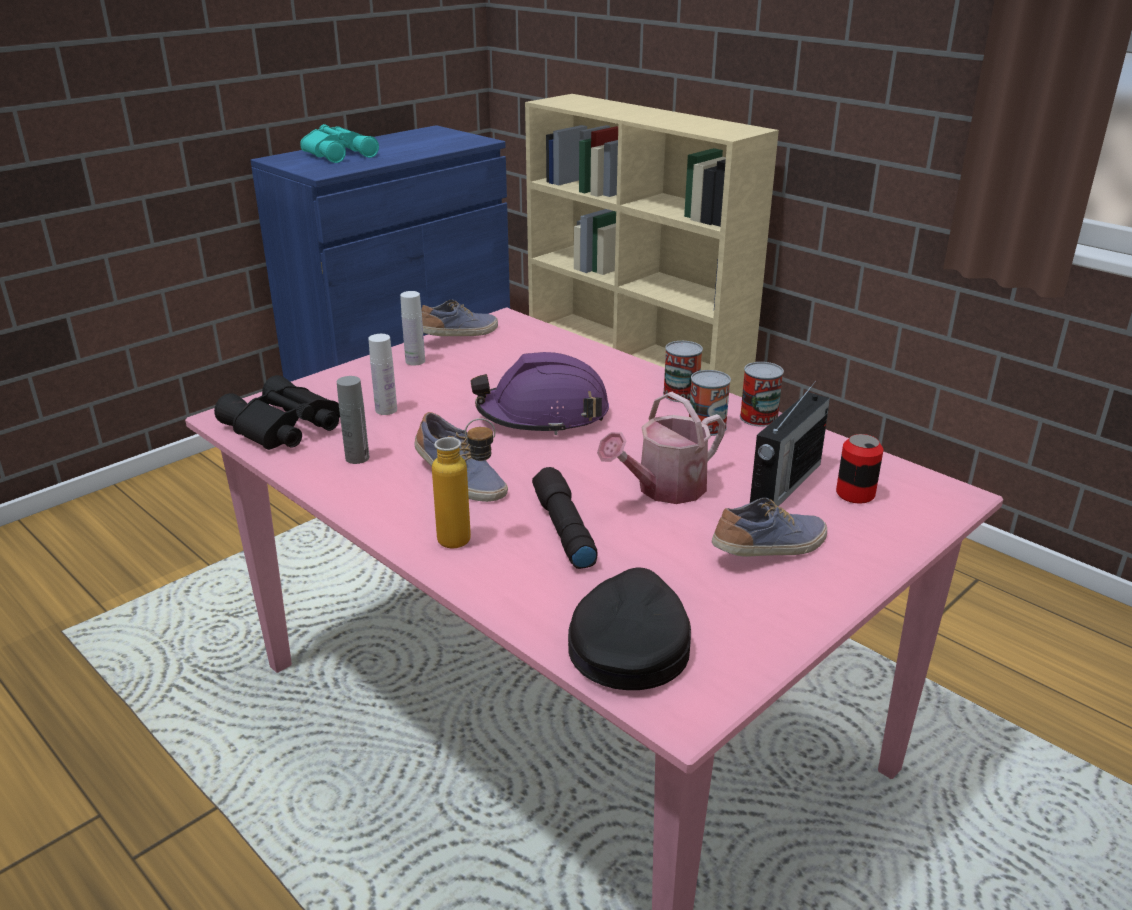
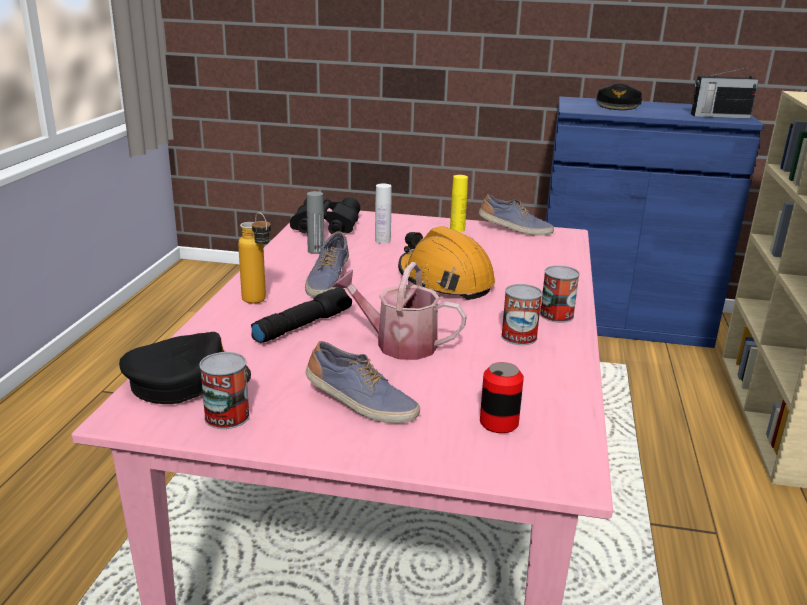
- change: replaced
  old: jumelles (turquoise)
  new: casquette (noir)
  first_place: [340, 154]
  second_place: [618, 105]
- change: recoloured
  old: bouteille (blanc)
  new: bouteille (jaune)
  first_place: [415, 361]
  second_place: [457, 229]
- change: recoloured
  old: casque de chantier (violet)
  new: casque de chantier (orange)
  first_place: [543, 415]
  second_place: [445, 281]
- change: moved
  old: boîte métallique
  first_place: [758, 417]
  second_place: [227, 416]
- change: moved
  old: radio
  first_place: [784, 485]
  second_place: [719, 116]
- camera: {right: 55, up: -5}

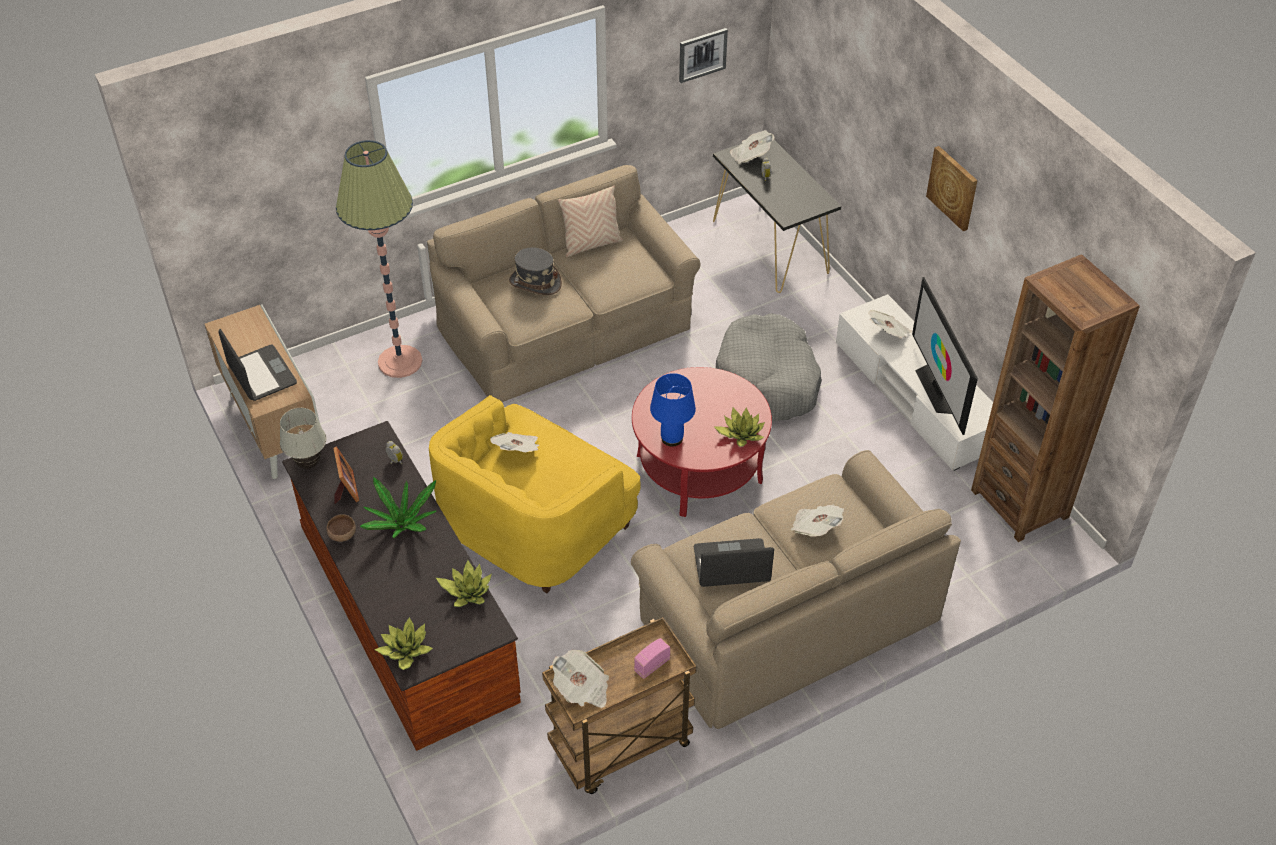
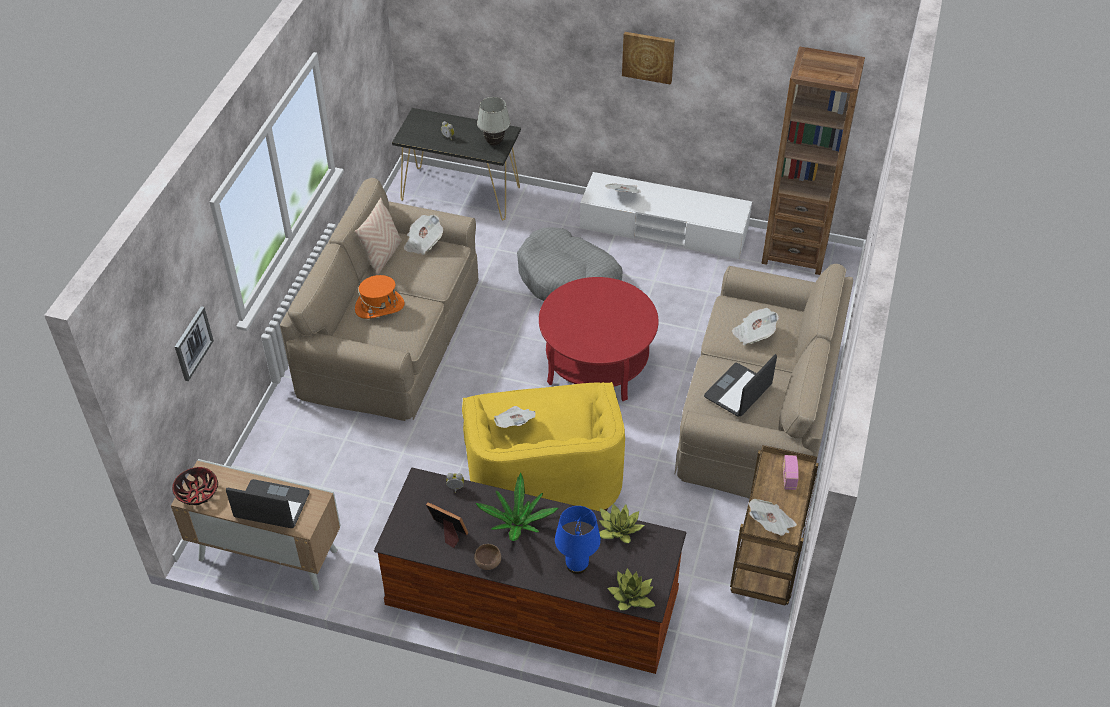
- change: moved
  old: lampe de table (blanc)
  first_place: [309, 464]
  second_place: [494, 143]
- change: removed
  old: lampadaire
  first_place: [400, 362]
- change: recoloured
  old: chapeau (gris)
  new: chapeau (orange)
  first_place: [535, 282]
  second_place: [379, 307]
- change: moved
  old: lampe de table (bleu)
  first_place: [672, 438]
  second_place: [577, 564]
- change: moved
  old: tableau
  first_place: [702, 54]
  second_place: [192, 343]
- change: removed
  old: plante en pot
  first_place: [741, 433]
- change: moved
  old: journal
  first_place: [750, 156]
  second_place: [423, 243]
- change: removed
  old: téléviseur
  first_place: [938, 389]
- change: added
  new: bol
  second_place: [198, 493]
- camera: {right: -45, up: 0}

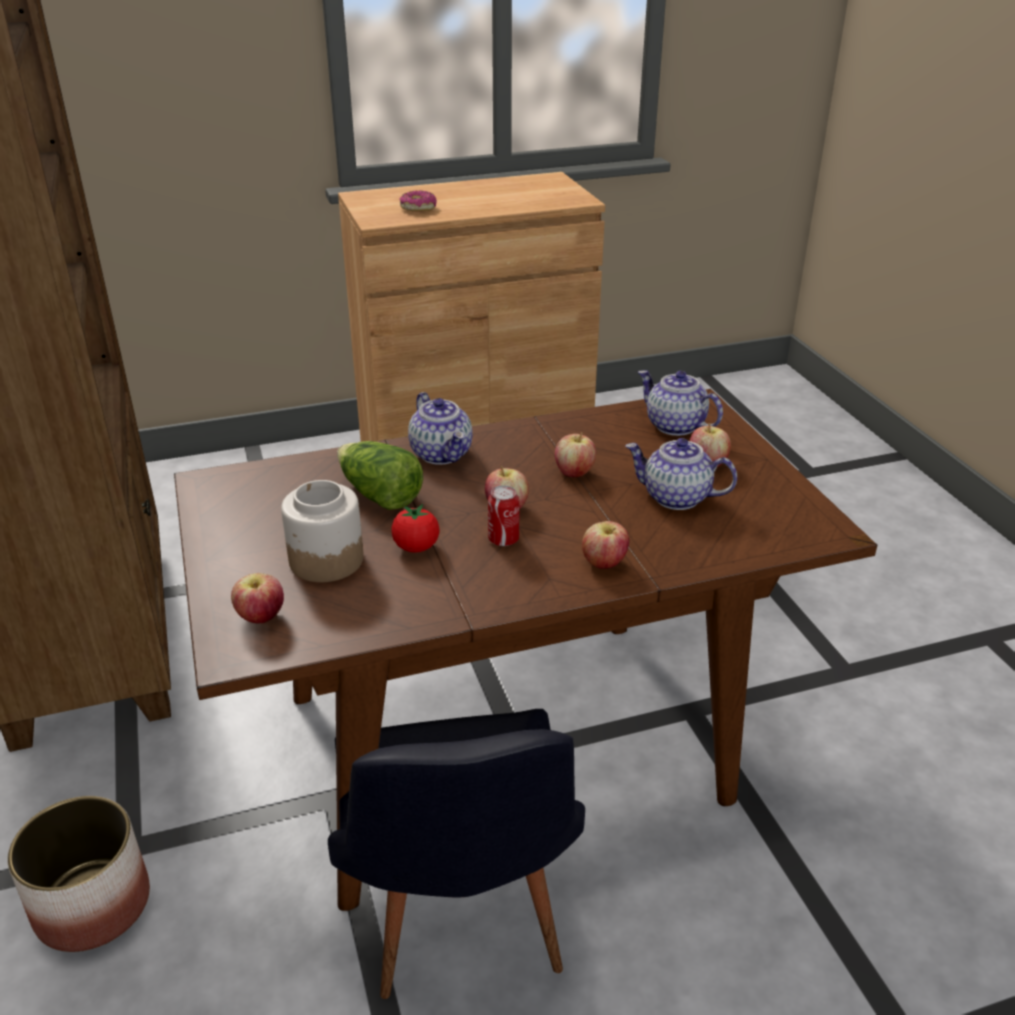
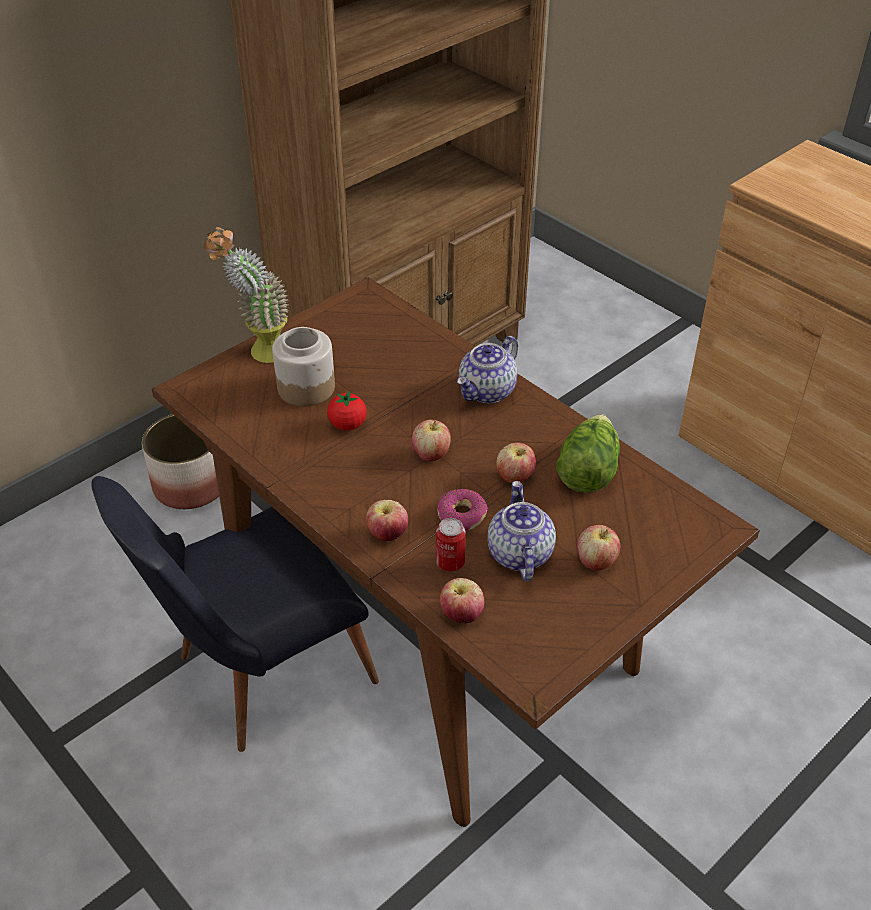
- change: moved
  old: pomme
  first_place: [261, 617]
  second_place: [461, 615]
- change: moved
  old: laitue
  first_place: [379, 495]
  second_place: [587, 470]
- change: moved
  old: beignet
  first_place: [418, 208]
  second_place: [462, 516]
- change: moved
  old: boîte métallique
  first_place: [503, 539]
  second_place: [450, 562]
- change: removed
  old: théière
  first_place: [674, 425]
- change: added
  new: plante en pot
  second_place: [259, 353]
- camera: {right: 65, up: 10}

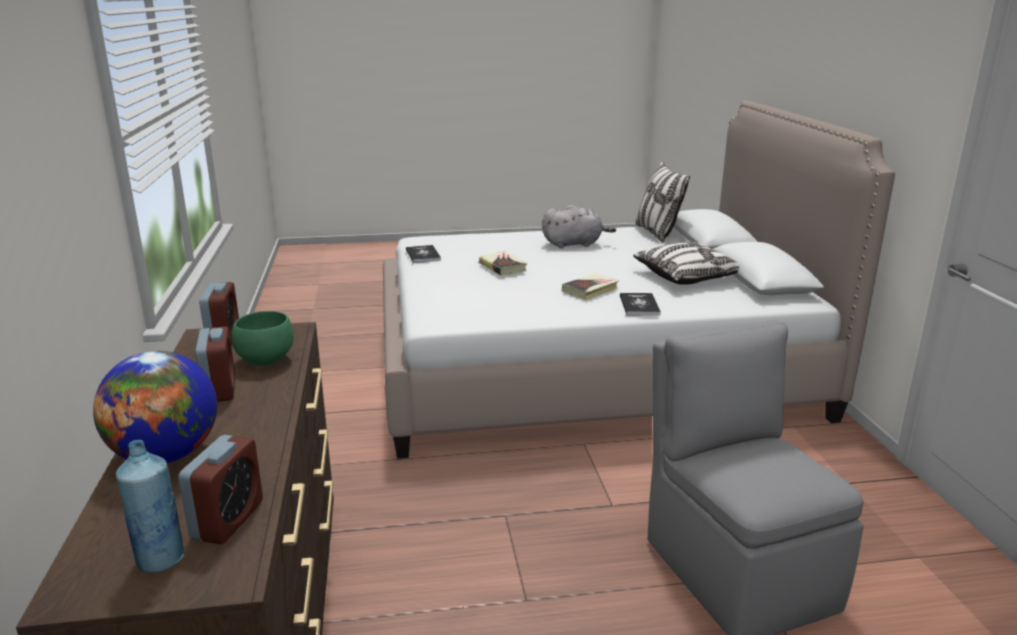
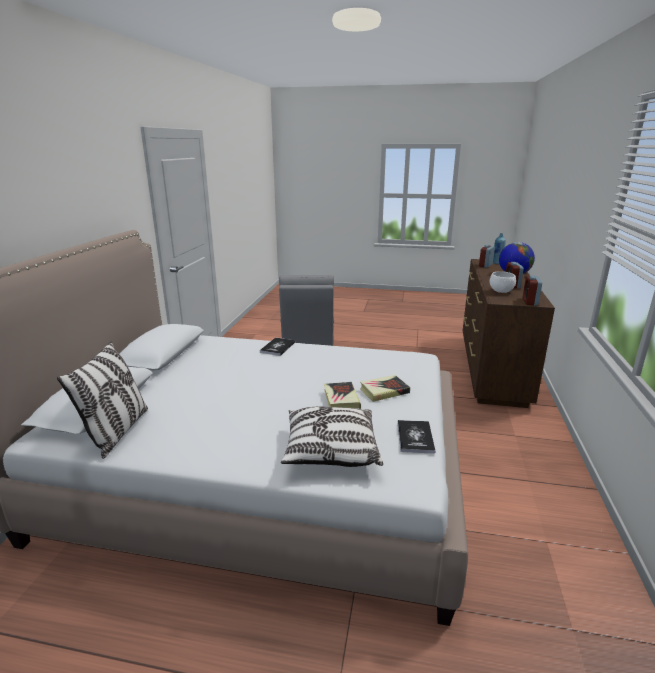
- change: recoloured
  old: bol (vert)
  new: bol (blanc)
  first_place: [264, 360]
  second_place: [501, 292]
- change: removed
  old: peluche (gris)
  first_place: [574, 244]
- change: moved
  old: livre
  first_place: [590, 290]
  second_place: [384, 391]
- change: moved
  old: coussin
  first_place: [687, 277]
  second_place: [331, 450]
- camera: {right: -160, up: 0}

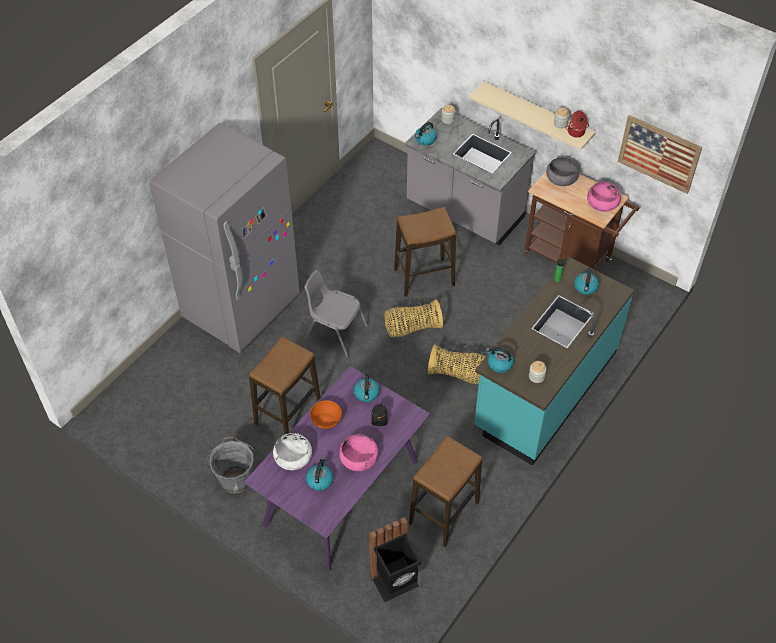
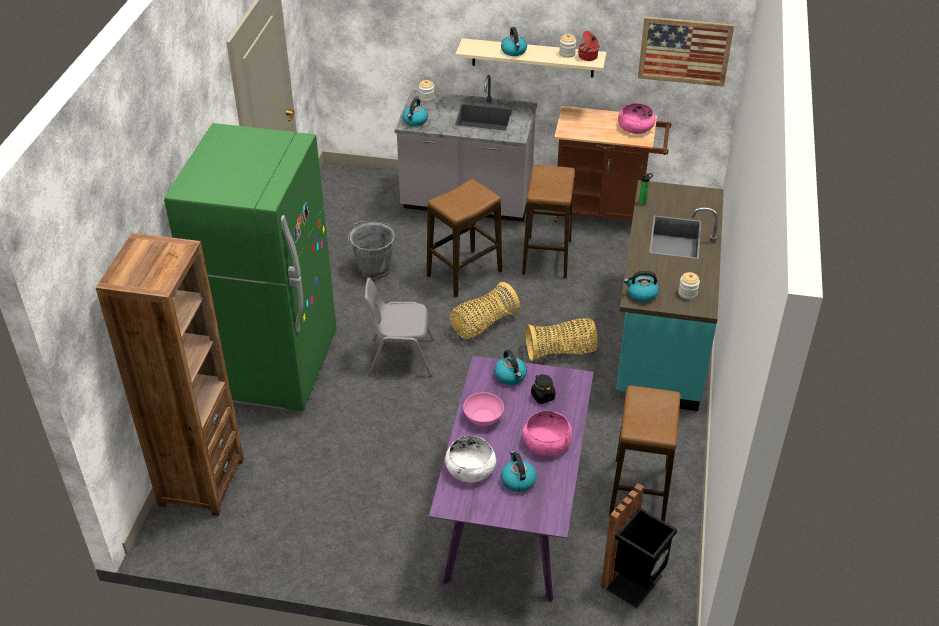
- change: recoloured
  old: réfrigérateur (gris)
  new: réfrigérateur (vert)
  first_place: [241, 308]
  second_place: [274, 367]
- change: moved
  old: seau (gris)
  first_place: [236, 479]
  second_place: [373, 268]
- change: moved
  old: tabouret
  first_place: [288, 413]
  second_place: [546, 257]
- change: recoloured
  old: bol (orange)
  new: bol (rose)
  first_place: [326, 420]
  second_place: [483, 417]
- change: removed
  old: bol (gris)
  first_place: [561, 178]
- change: moved
  old: bouilloire
  first_place: [585, 287]
  second_place: [514, 51]
- change: added
  new: bibliothèque (marron)
  second_place: [201, 482]
- camera: {right: -25, up: -10}

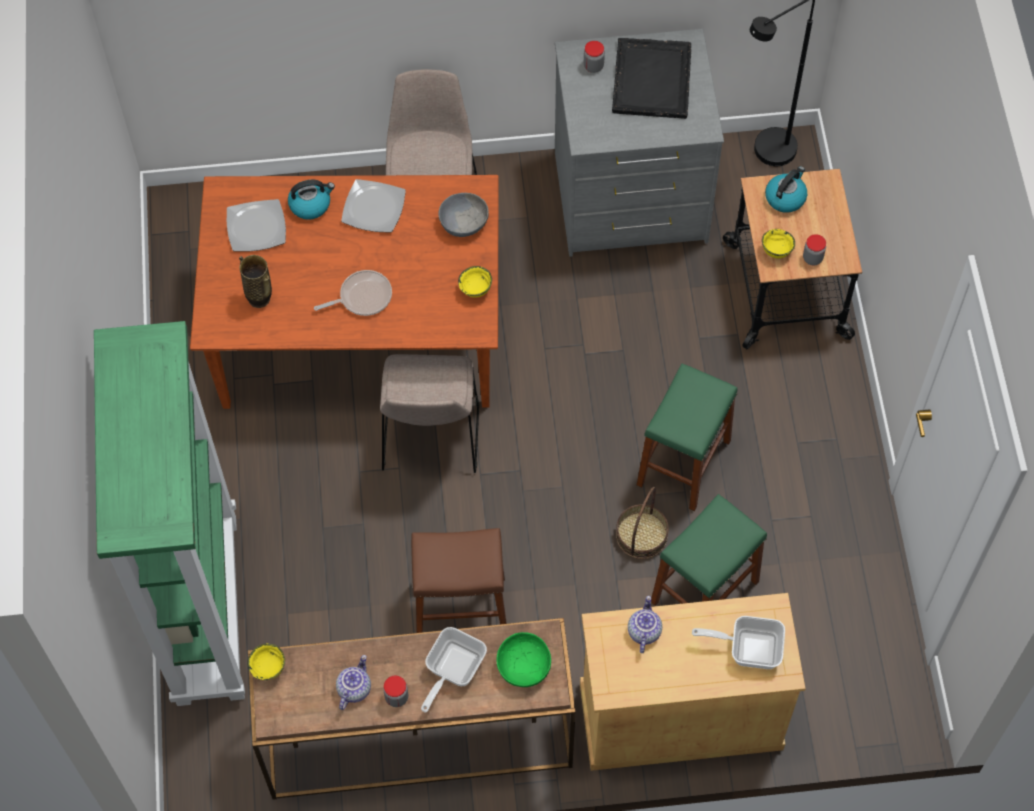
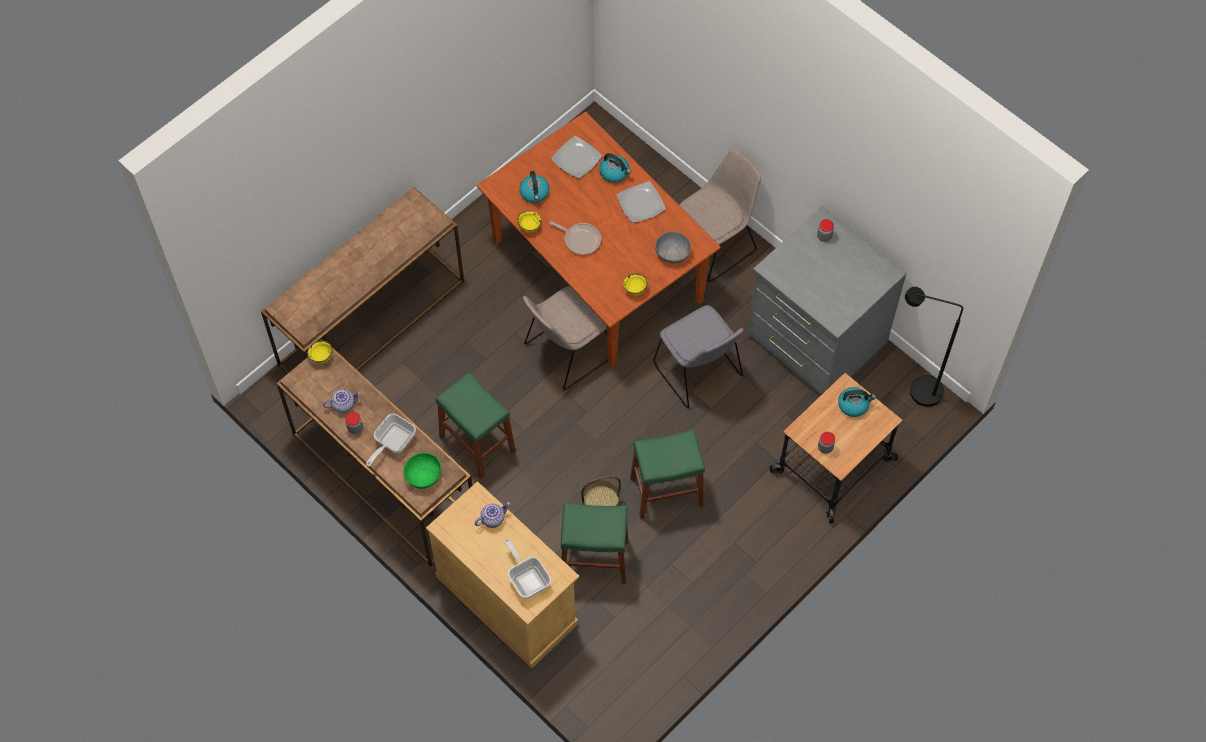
- change: replaced
  old: bibliothèque (vert)
  new: table console (marron)
  first_place: [205, 607]
  second_place: [372, 321]
- change: replaced
  old: vase
  new: bouilloire
  first_place: [259, 298]
  second_place: [534, 193]
- change: recoloured
  old: tabouret (marron)
  new: tabouret (vert)
  first_place: [460, 608]
  second_place: [477, 443]
- change: turned
  old: poêle
  first_place: [452, 670]
  second_place: [392, 443]
  degrees: -45
- change: removed
  old: plateau (noir)
  first_place: [652, 79]
- change: moved
  old: bol (jaune)
  first_place: [775, 251]
  second_place: [529, 227]
- change: added
  new: chaise (gris)
  second_place: [699, 372]
- camera: {right: 50, up: 0}

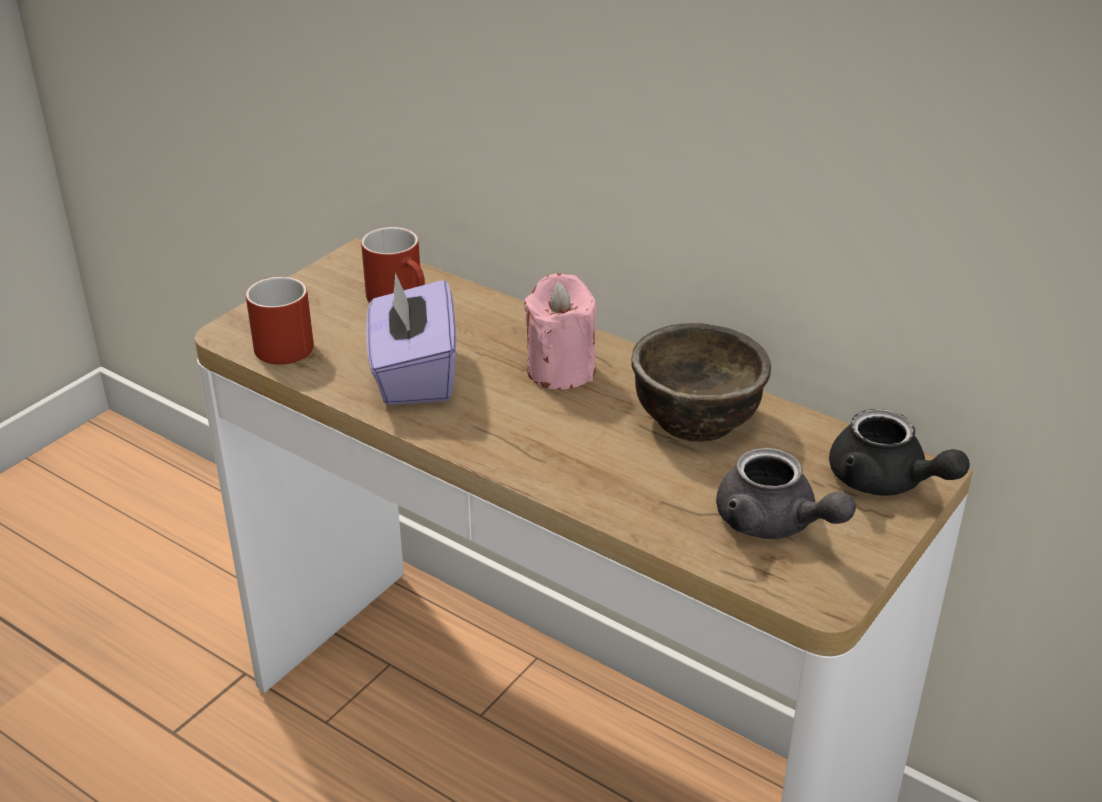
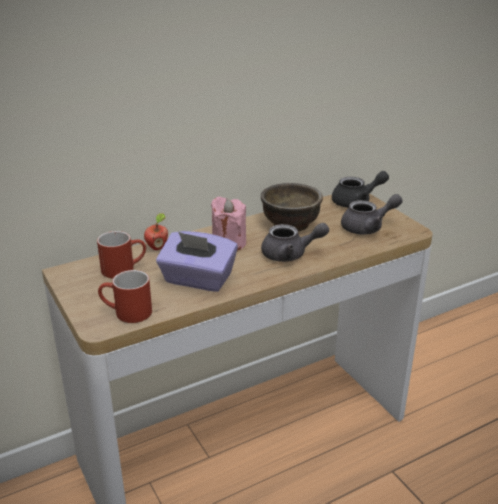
- change: added
  new: pomme
  second_place: [157, 247]
- change: added
  new: théière (gris)
  second_place: [290, 254]
- camera: {right: -65, up: -5}

